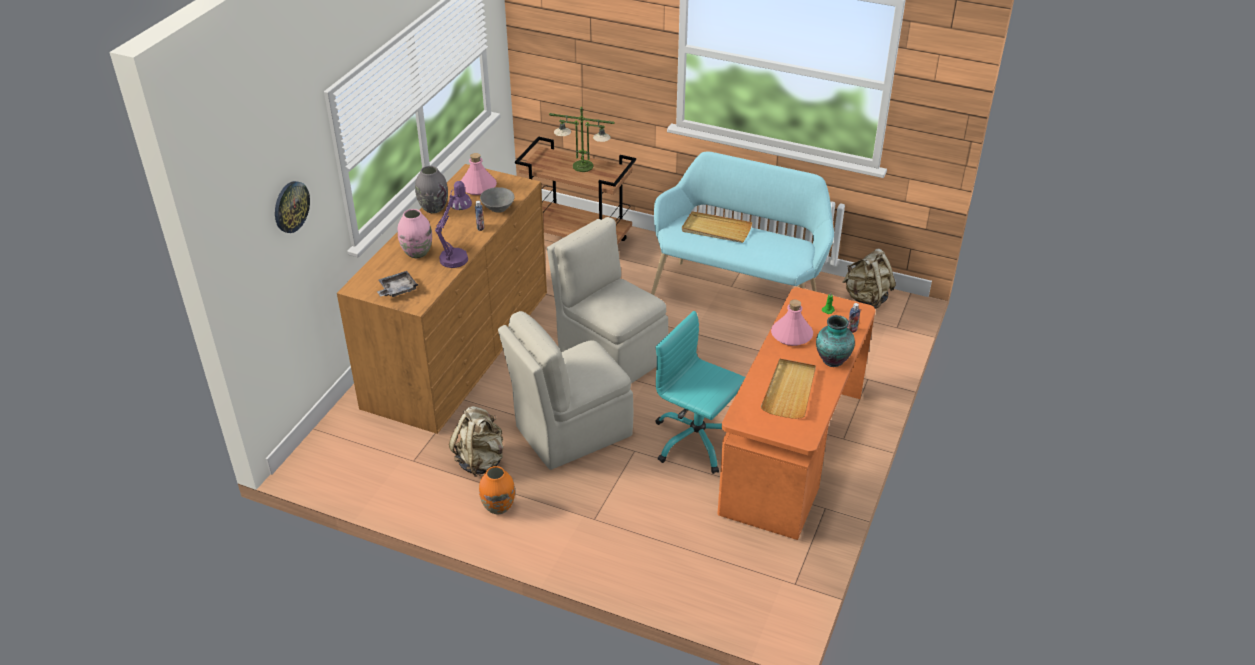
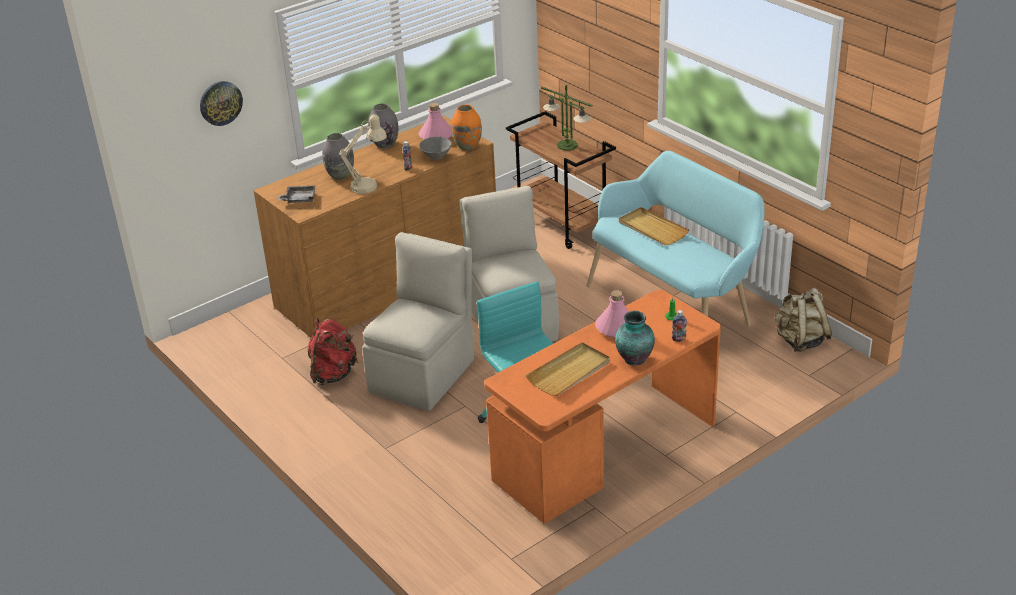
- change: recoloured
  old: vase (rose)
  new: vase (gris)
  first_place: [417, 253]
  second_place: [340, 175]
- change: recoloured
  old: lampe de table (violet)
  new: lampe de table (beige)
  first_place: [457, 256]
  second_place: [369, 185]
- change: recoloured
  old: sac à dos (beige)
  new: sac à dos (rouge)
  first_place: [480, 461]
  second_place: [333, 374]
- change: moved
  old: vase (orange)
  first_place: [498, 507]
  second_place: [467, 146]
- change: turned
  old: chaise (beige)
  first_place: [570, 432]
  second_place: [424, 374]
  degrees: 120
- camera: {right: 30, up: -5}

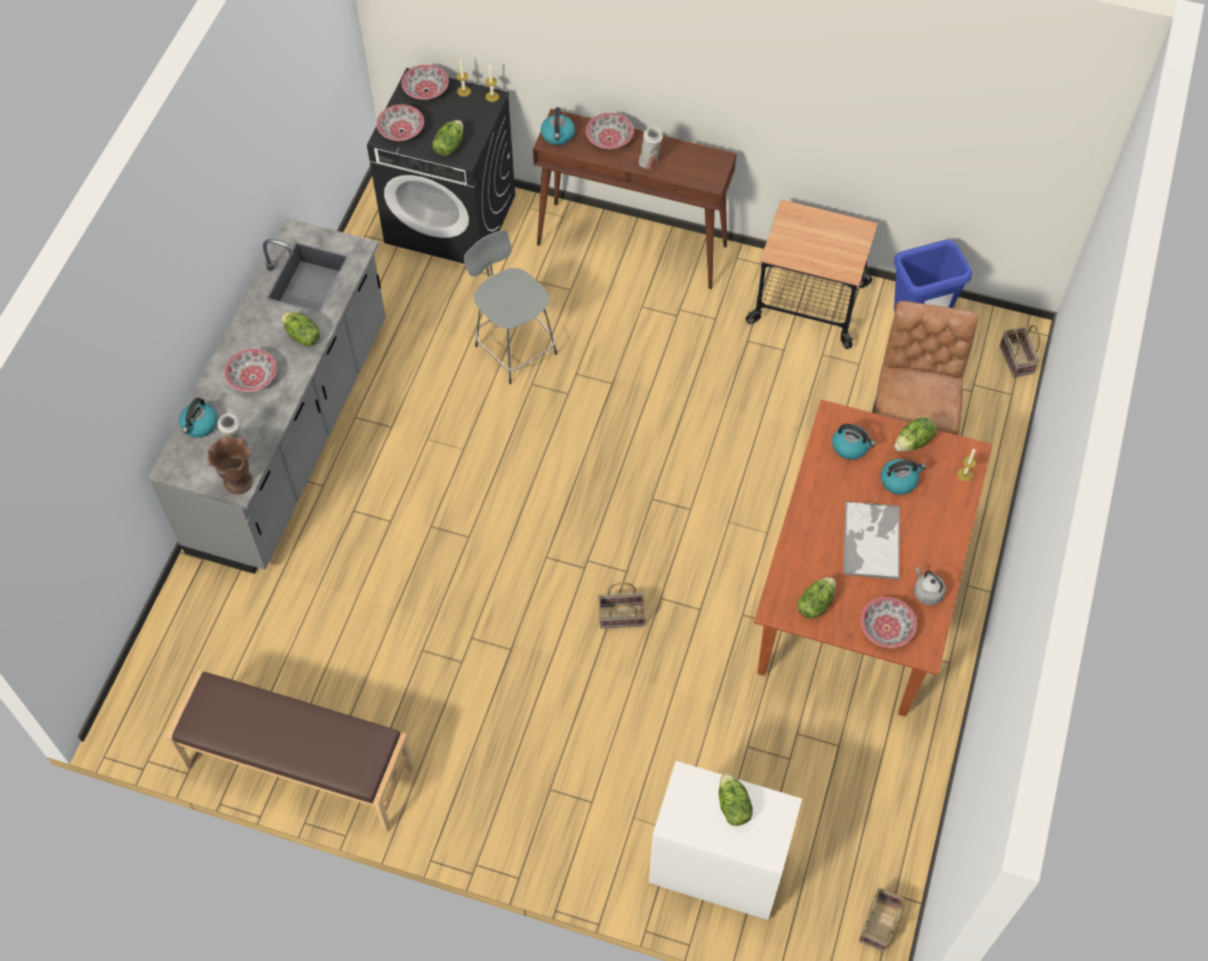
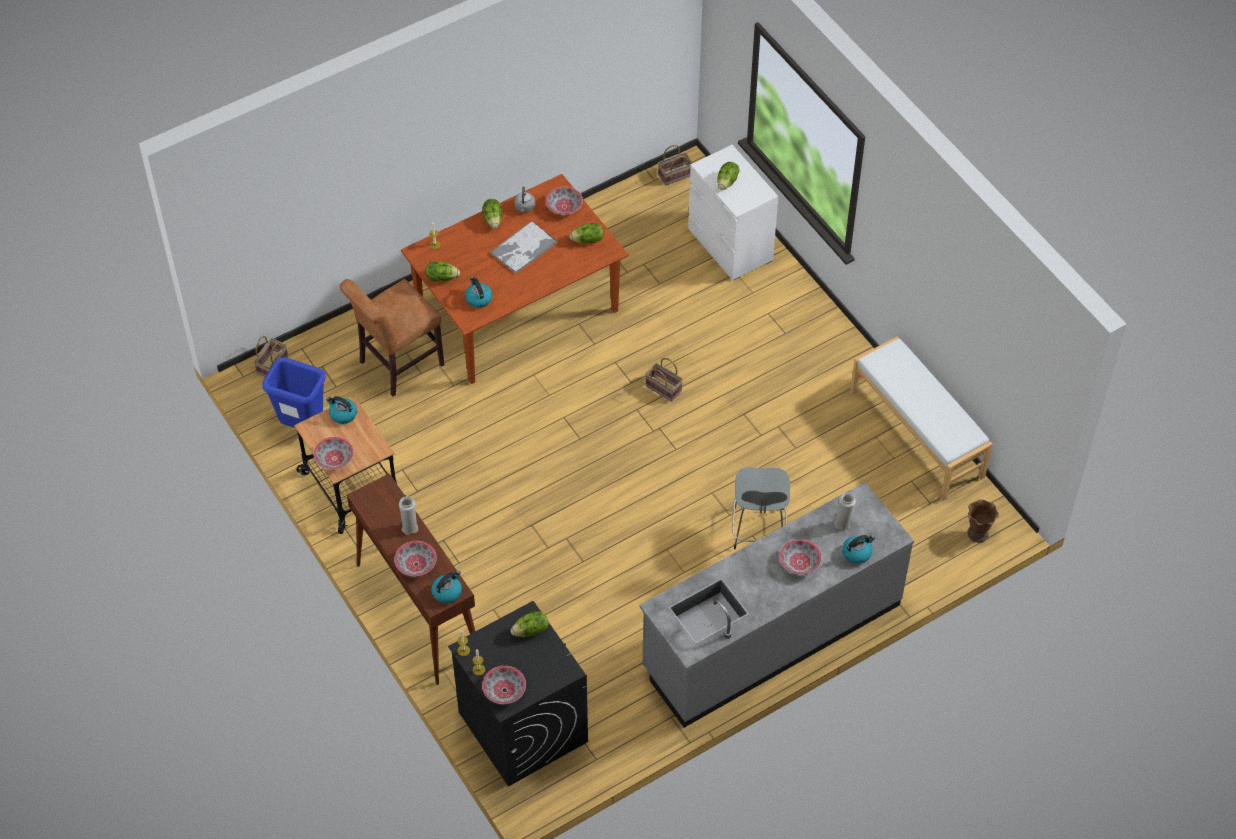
- change: recoloured
  old: banc (marron)
  new: banc (blanc)
  first_place: [298, 767]
  second_place: [917, 434]
- change: moved
  old: vase (marron)
  first_place: [238, 482]
  second_place: [978, 533]
- change: moved
  old: laitue
  first_place: [302, 336]
  second_place: [493, 219]
- change: moved
  old: bol
  first_place: [401, 131]
  second_place: [334, 459]
- change: moved
  old: tabouret (gris)
  first_place: [514, 348]
  second_place: [758, 531]
- change: moved
  old: bouilloire
  first_place: [899, 480]
  second_place: [342, 414]
- camera: {right: -140, up: -5}

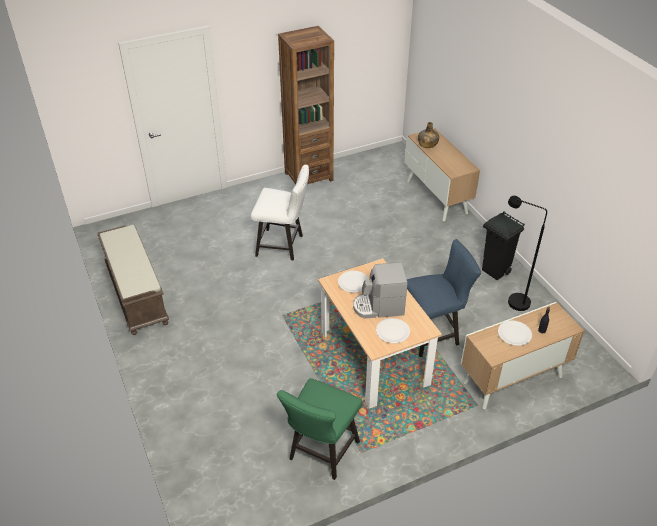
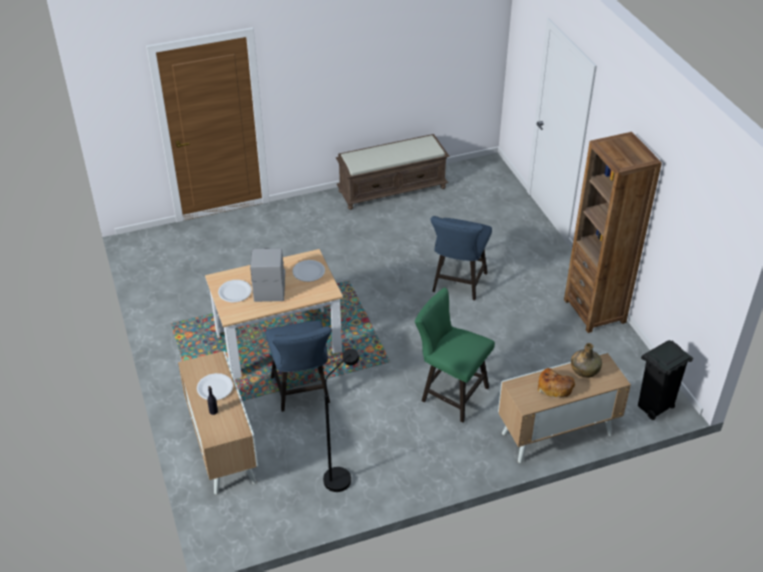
- change: recoloured
  old: chaise (blanc)
  new: chaise (bleu)
  first_place: [283, 245]
  second_place: [457, 285]
- change: moved
  old: chaise (vert)
  first_place: [321, 454]
  second_place: [450, 393]
- change: moved
  old: poubelle (noir)
  first_place: [495, 271]
  second_place: [654, 408]
- change: added
  new: pain
  second_place: [554, 386]
- camera: {right: 95, up: 0}

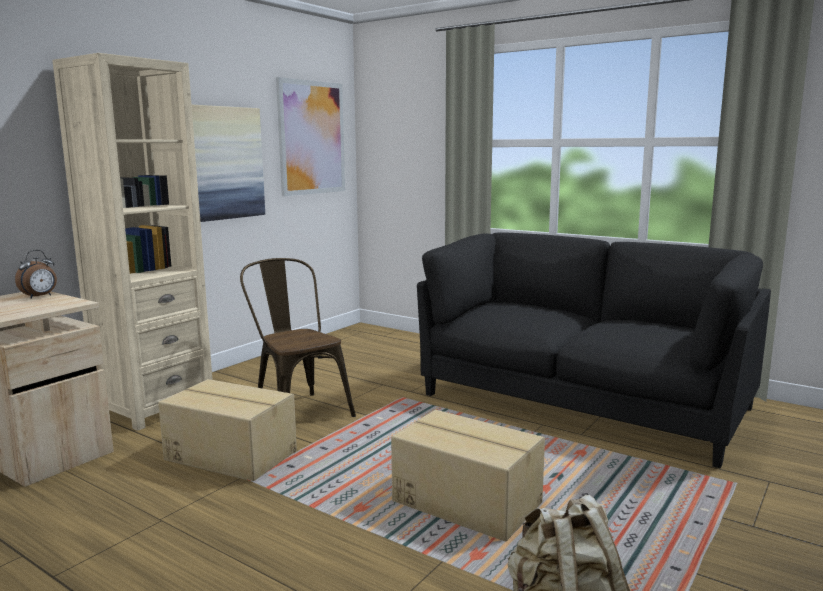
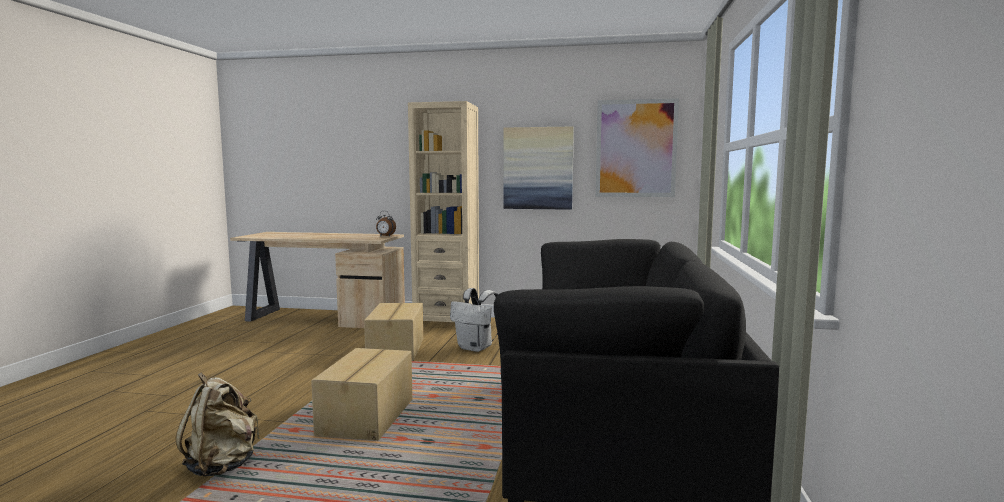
- change: replaced
  old: chaise (marron)
  new: sac à dos (blanc)
  first_place: [297, 410]
  second_place: [476, 348]
- camera: {right: 65, up: -5}

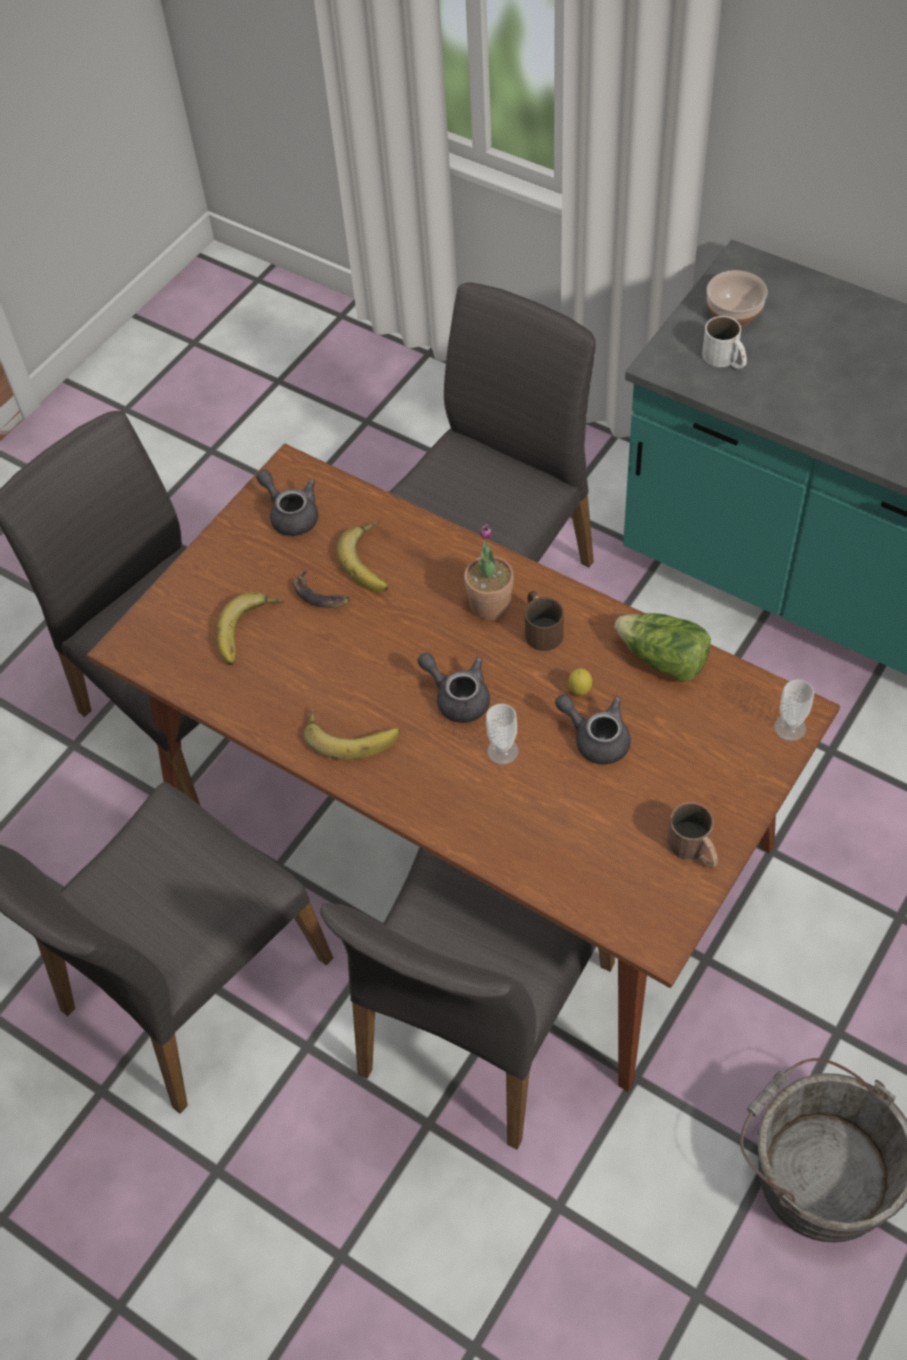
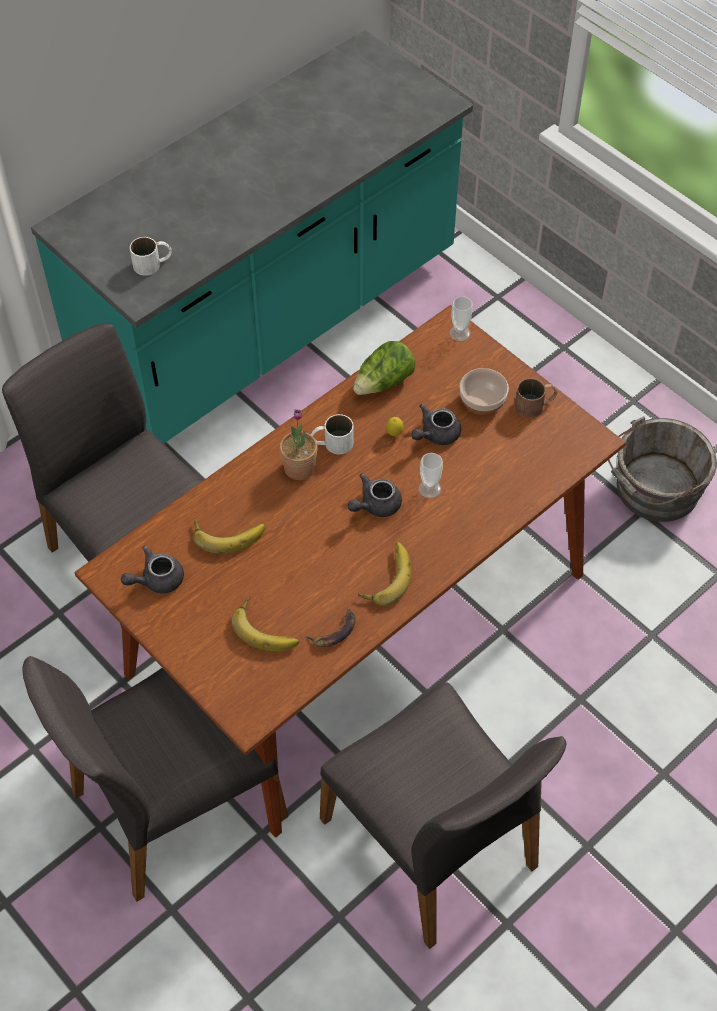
- change: moved
  old: banane
  first_place: [320, 594]
  second_place: [334, 631]
- change: removed
  old: chaise (gris)
  first_place: [482, 1019]
- change: recoloured
  old: mug (marron)
  new: mug (blanc)
  first_place: [540, 627]
  second_place: [331, 443]
- change: moved
  old: bol
  first_place: [734, 313]
  second_place: [482, 401]
- camera: {right: -80, up: 0}

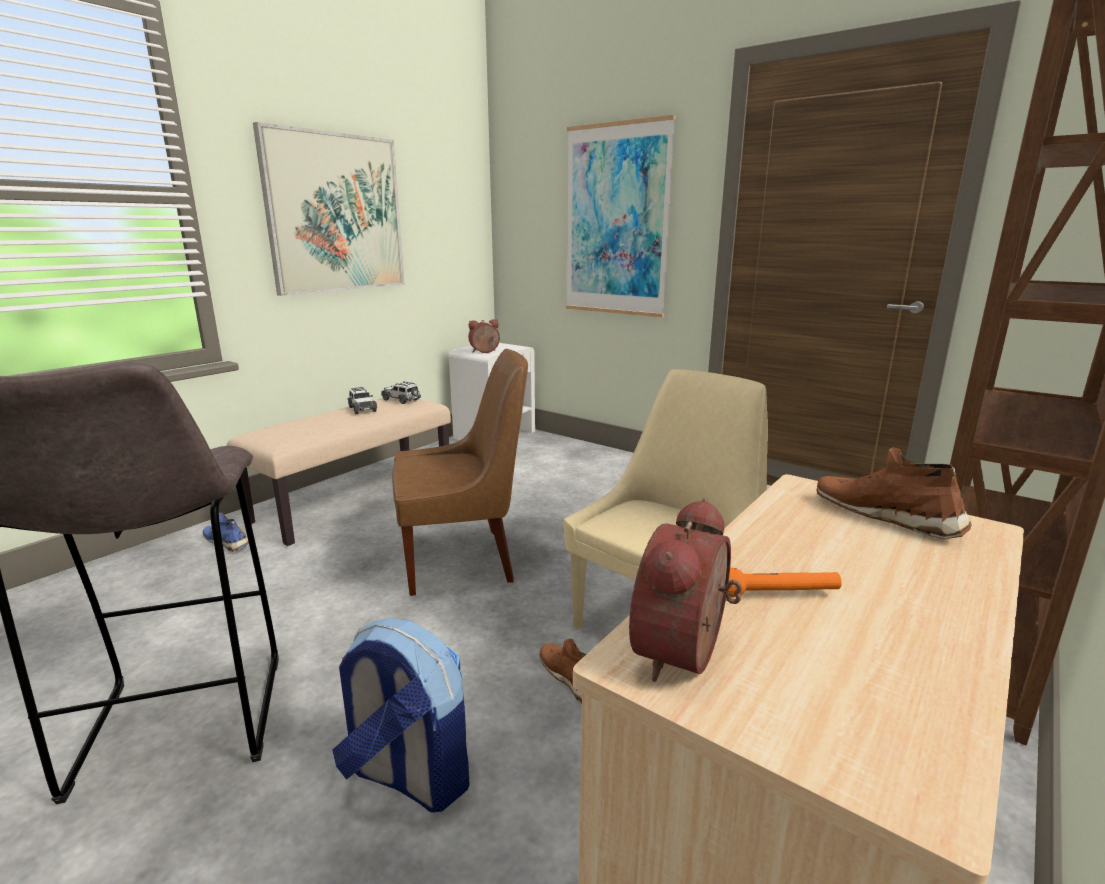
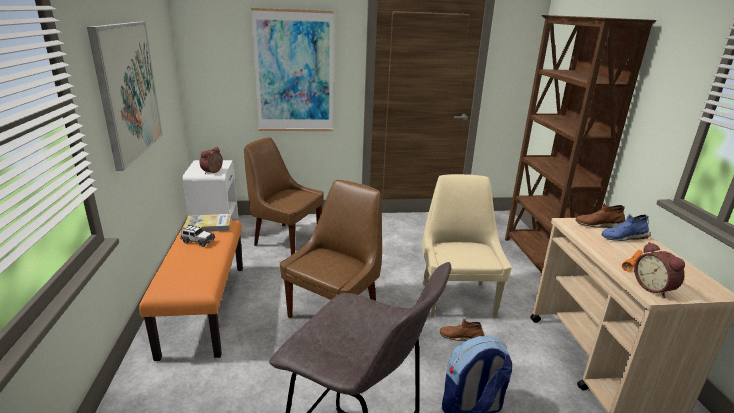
- change: moved
  old: chaussure (bleu)
  first_place: [227, 543]
  second_place: [623, 237]
- change: recoloured
  old: banc (beige)
  new: banc (orange)
  first_place: [355, 499]
  second_place: [204, 308]
- change: replaced
  old: petite voiture
  new: livre
  first_place: [401, 400]
  second_place: [208, 225]
- change: added
  new: chaise (marron)
  second_place: [285, 239]
- camera: {right: -45, up: 5}

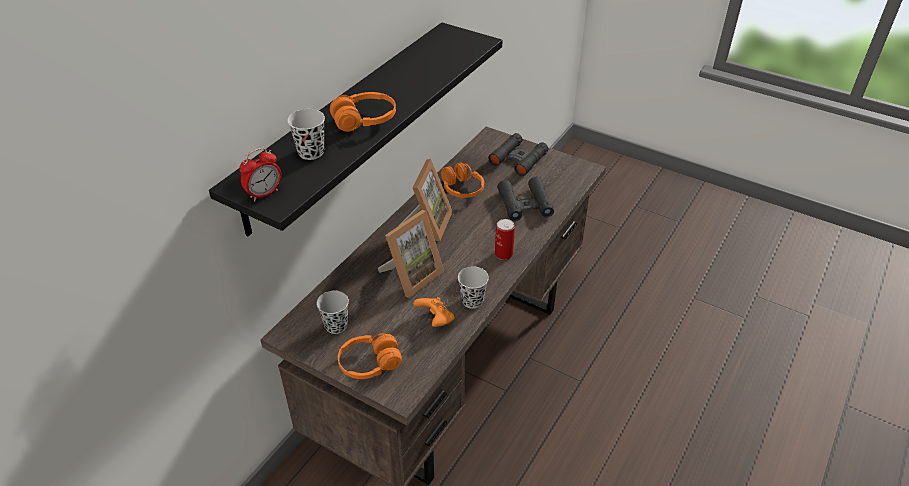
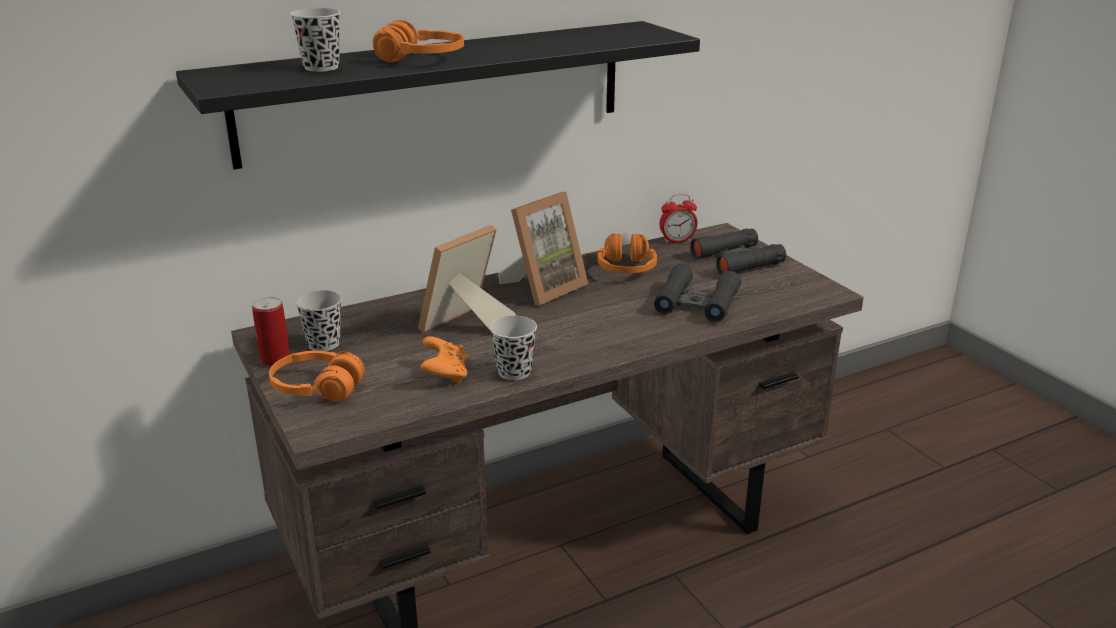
- change: moved
  old: réveil
  first_place: [264, 194]
  second_place: [677, 241]
- change: turned
  old: cadre photo
  first_place: [411, 275]
  second_place: [466, 327]
  degrees: 150
- change: moved
  old: boîte métallique
  first_place: [503, 254]
  second_place: [275, 360]
- camera: {right: 30, up: -15}

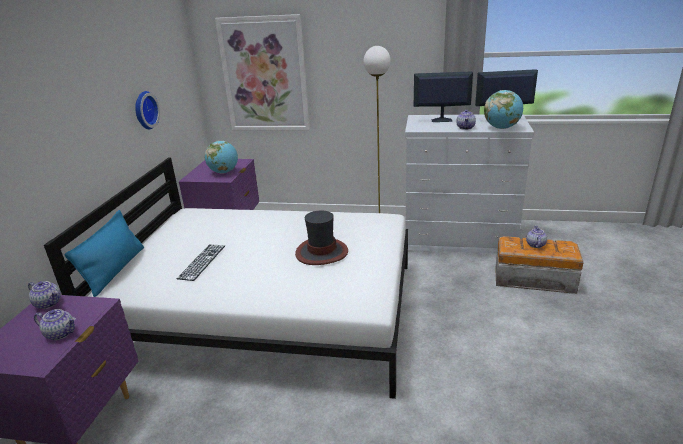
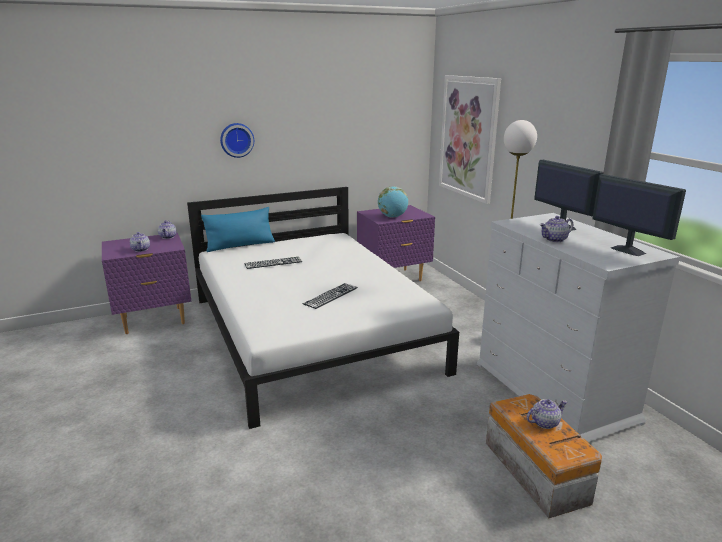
- change: moved
  old: horloge murale
  first_place: [144, 110]
  second_place: [236, 140]
- change: replaced
  old: chapeau
  new: clavier
  first_place: [321, 252]
  second_place: [331, 295]
- change: removed
  old: globe
  first_place: [501, 128]
- camera: {right: 55, up: -5}

